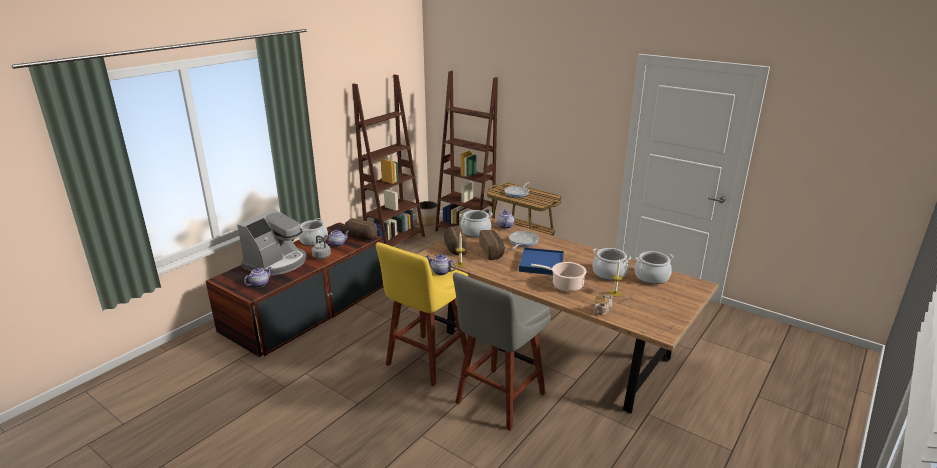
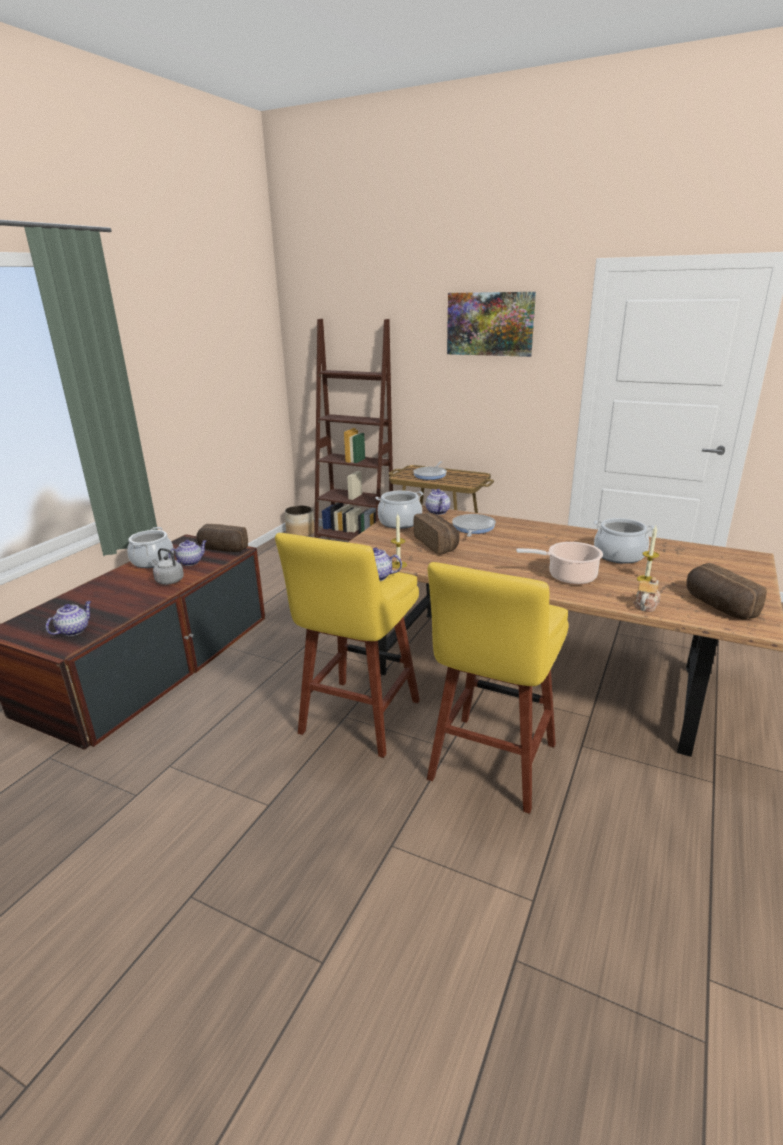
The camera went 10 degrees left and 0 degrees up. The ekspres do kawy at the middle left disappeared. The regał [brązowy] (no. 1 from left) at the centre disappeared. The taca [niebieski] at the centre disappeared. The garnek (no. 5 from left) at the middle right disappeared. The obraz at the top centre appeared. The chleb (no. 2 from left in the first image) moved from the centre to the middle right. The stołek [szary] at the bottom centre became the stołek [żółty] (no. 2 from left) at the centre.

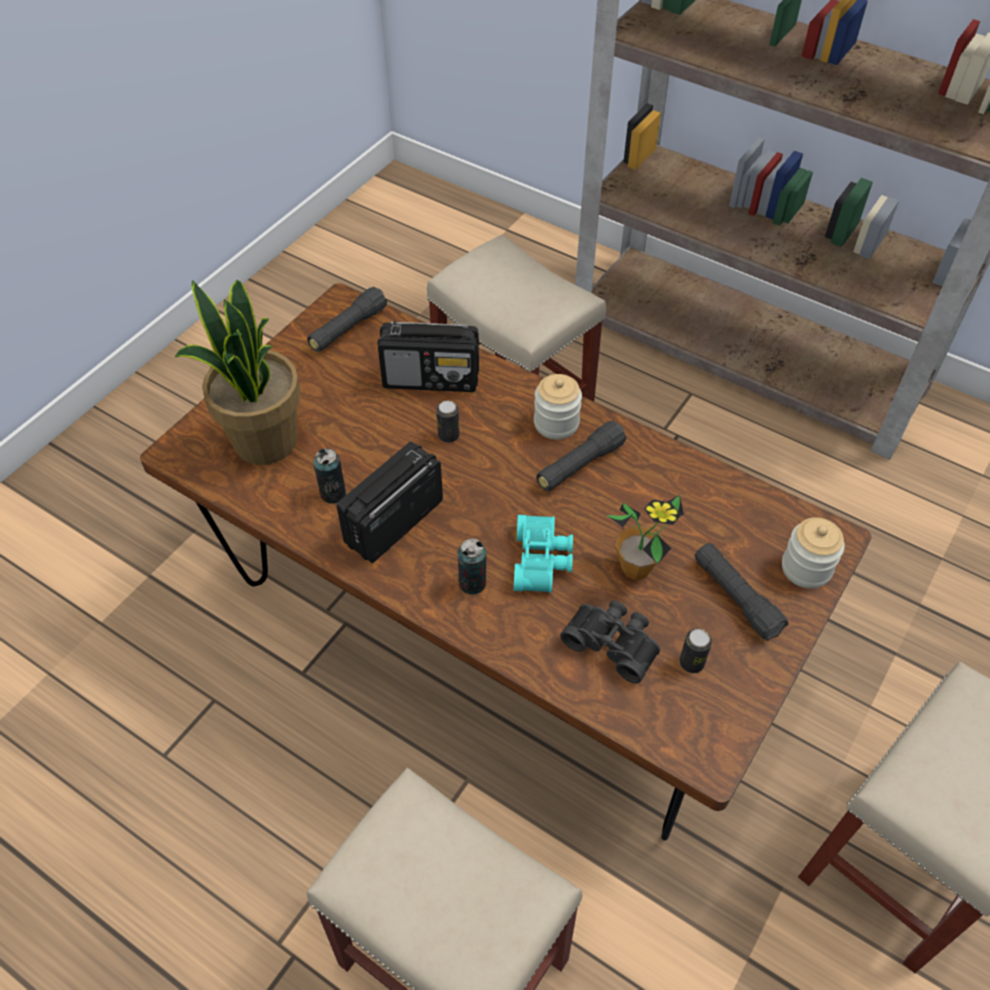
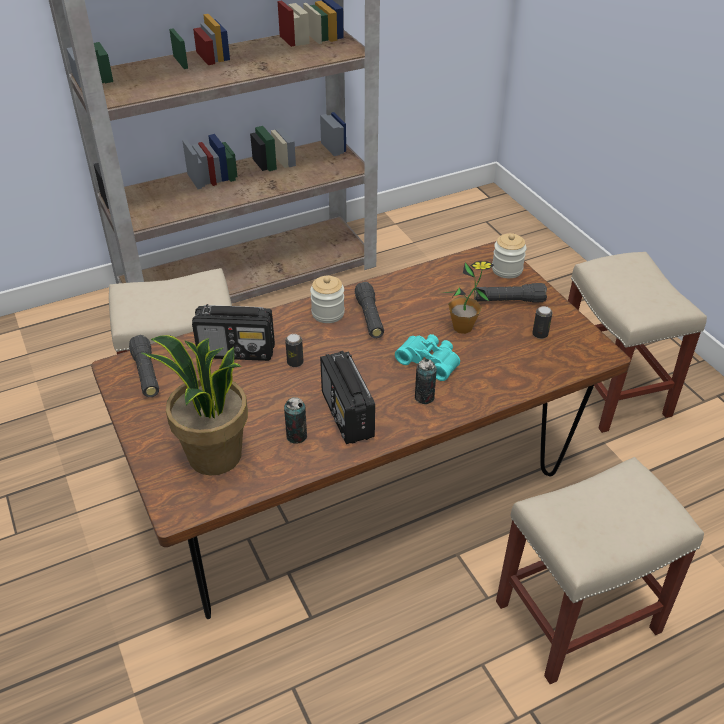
The camera went 60 degrees left and 10 degrees down. The lornetka [czarny] at the centre disappeared. The radio (no. 2 from left in the first image) at the centre turned 60 degrees clockwise.

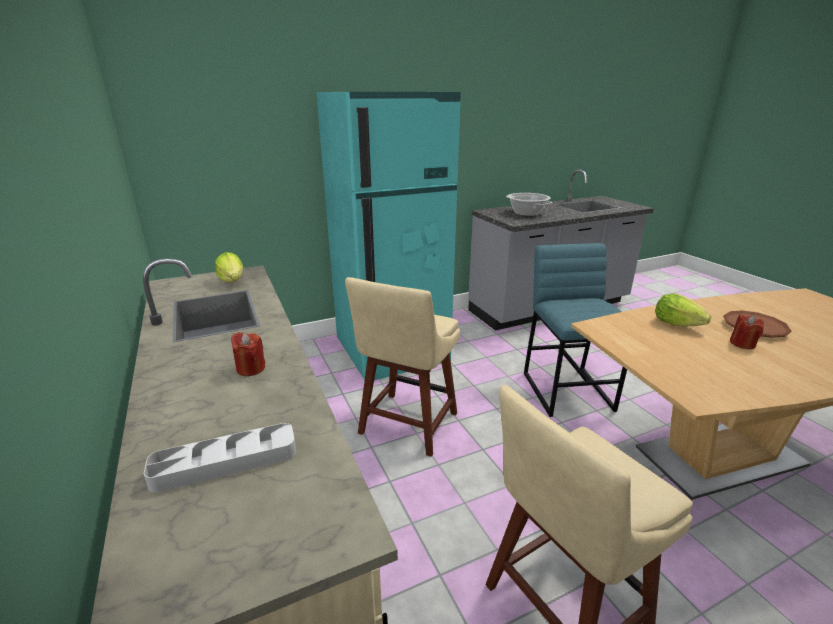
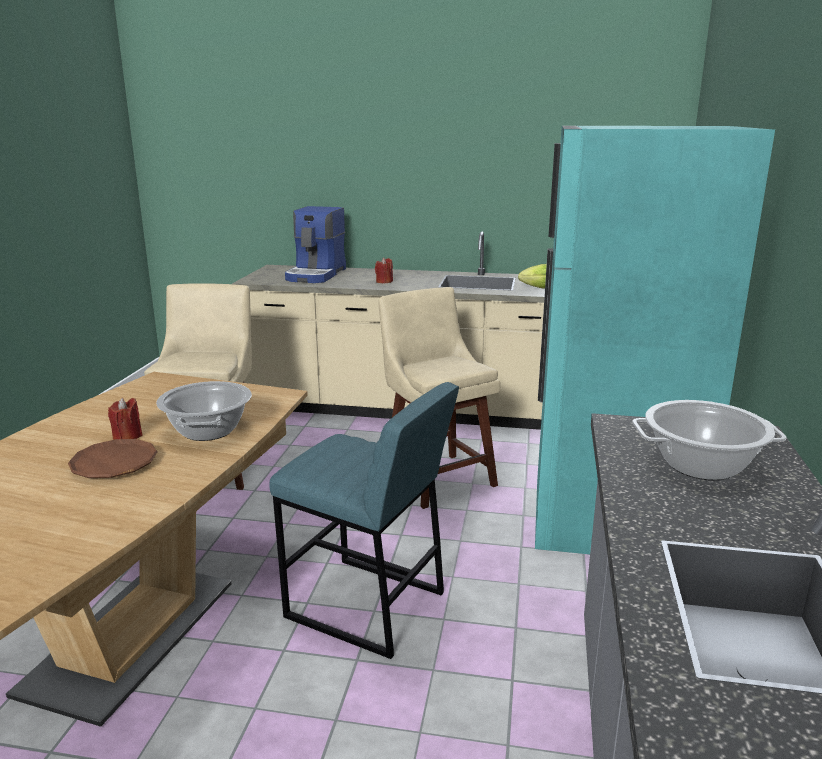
The camera went 125 degrees right and 5 degrees down. The taca [szary] at the bottom left was replaced by the ekspres do kawy at the top centre. The sałata (no. 2 from left) at the middle right was replaced by the garnek (no. 1 from left) at the middle left.

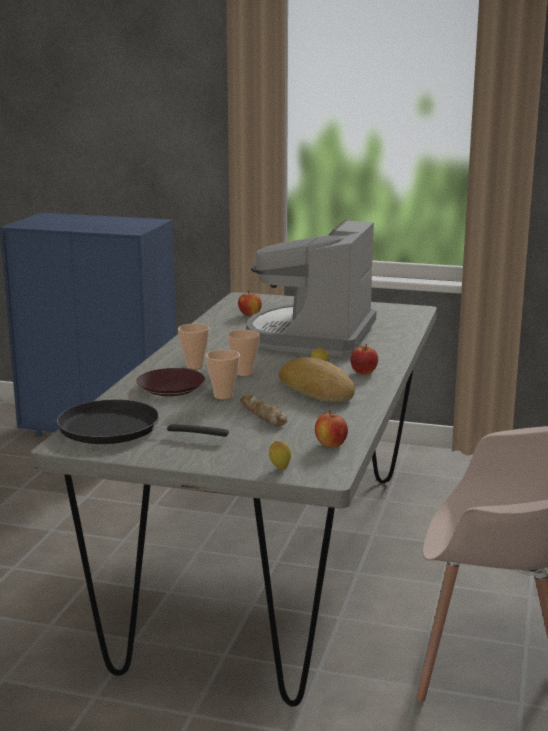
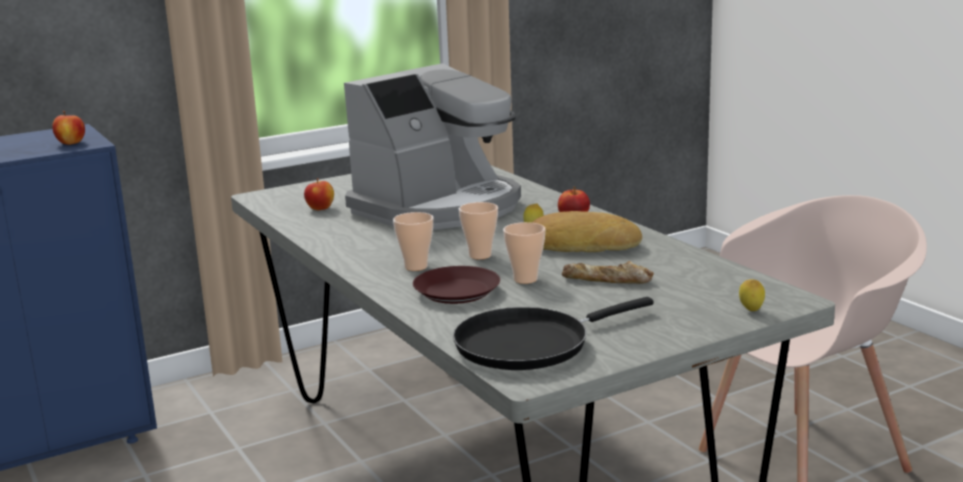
The camera went 45 degrees left and 0 degrees up. The jabłko (no. 2 from left in the first image) moved from the centre to the top left. The ekspres do kawy at the centre turned 105 degrees counterclockwise.

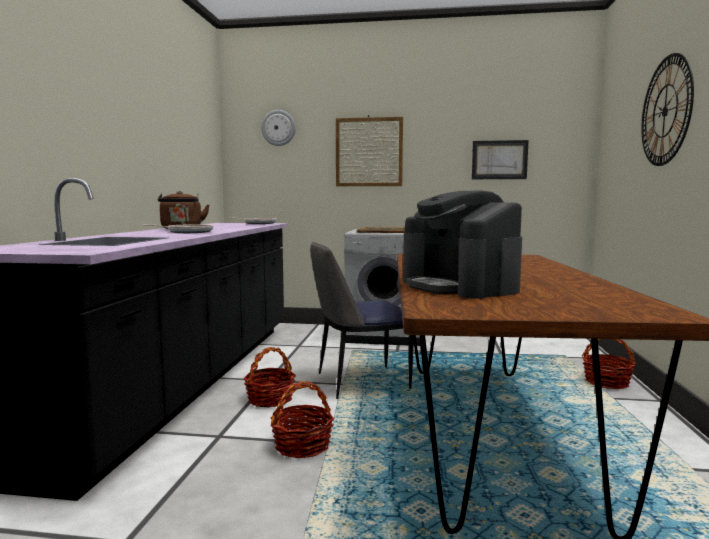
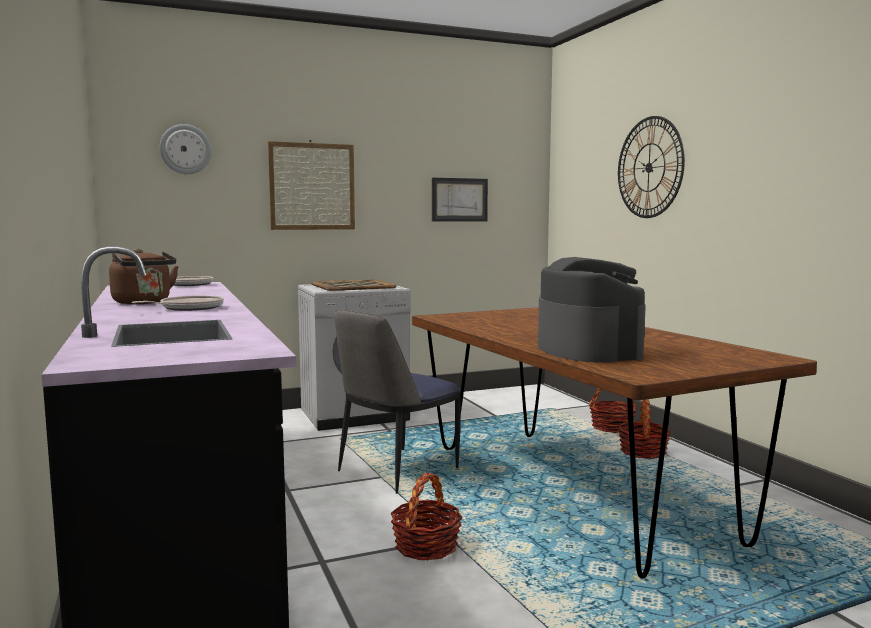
The camera went 30 degrees left and 0 degrees up. The koszyk (no. 1 from left in the first image) moved from the bottom centre to the bottom right. The ekspres do kawy at the centre turned 135 degrees counterclockwise.

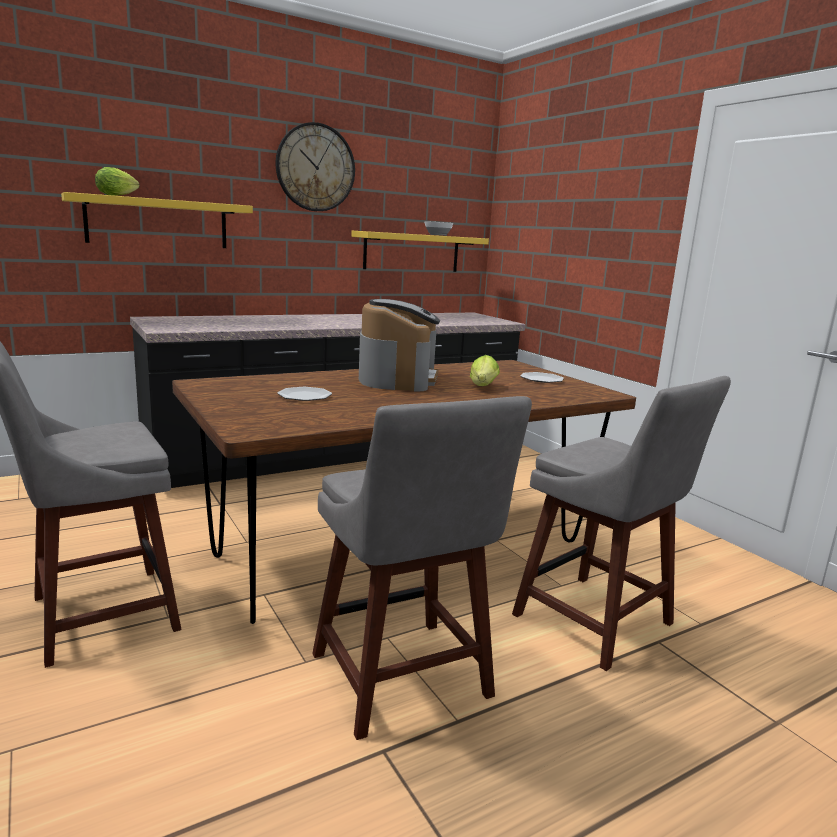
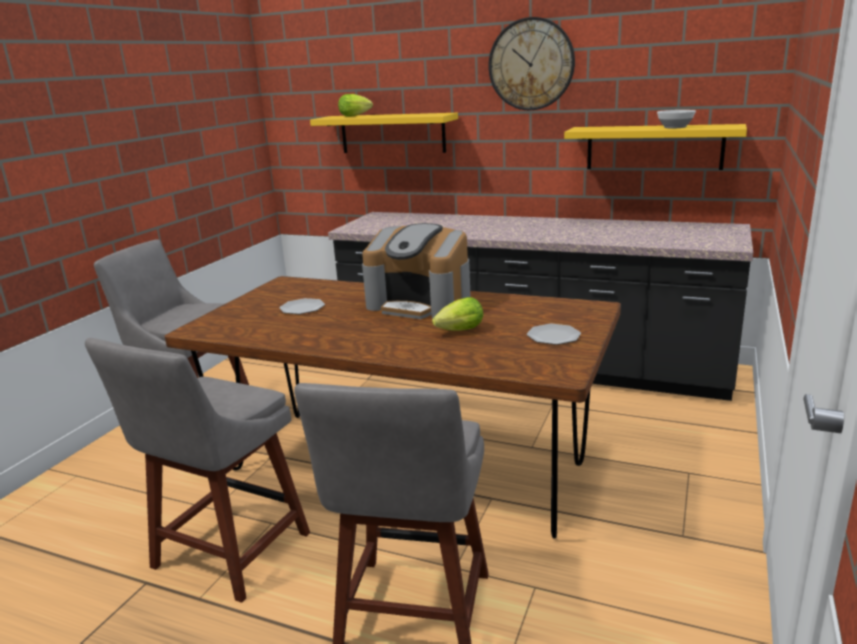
The camera went 55 degrees right and 5 degrees up. The ekspres do kawy at the centre turned 60 degrees clockwise.

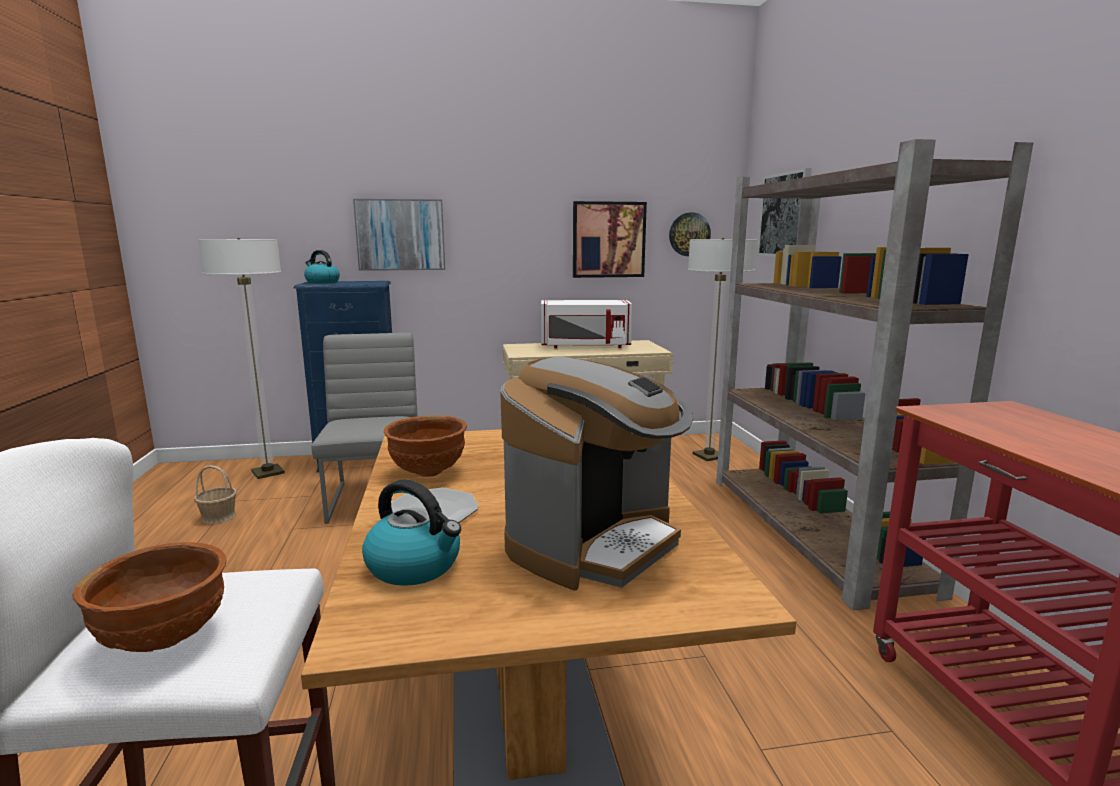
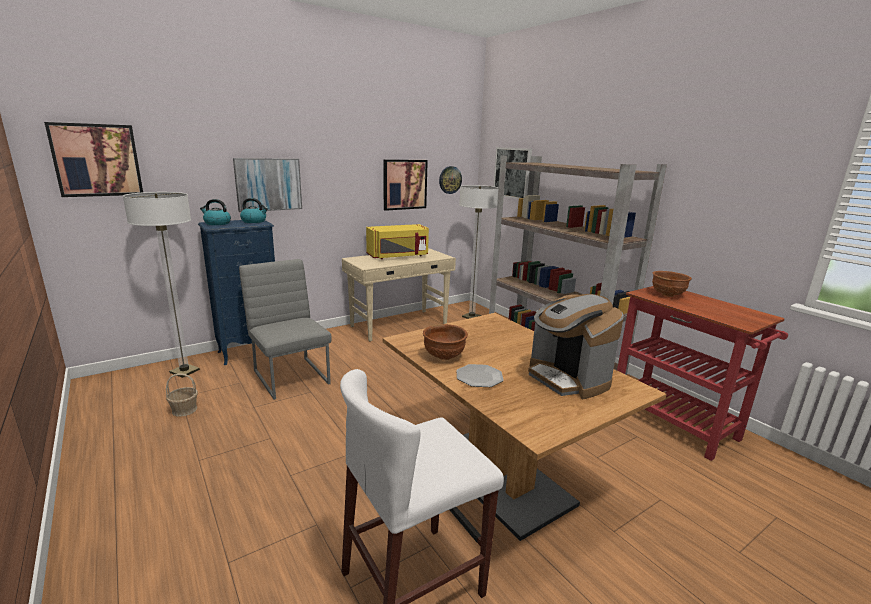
The camera went 25 degrees left and 5 degrees up. The obraz (no. 1 from left) at the top left appeared. The miska [brązowy] (no. 1 from left in the first image) moved from the bottom left to the middle right. The czajnik (no. 2 from left) moved from the bottom centre to the middle left. The mikrofalówka [biały] at the centre became the mikrofalówka [żółty] at the centre. The ekspres do kawy at the centre turned 135 degrees clockwise.

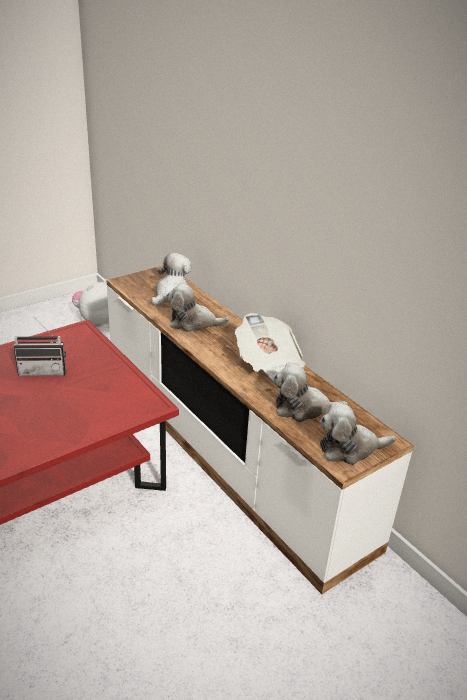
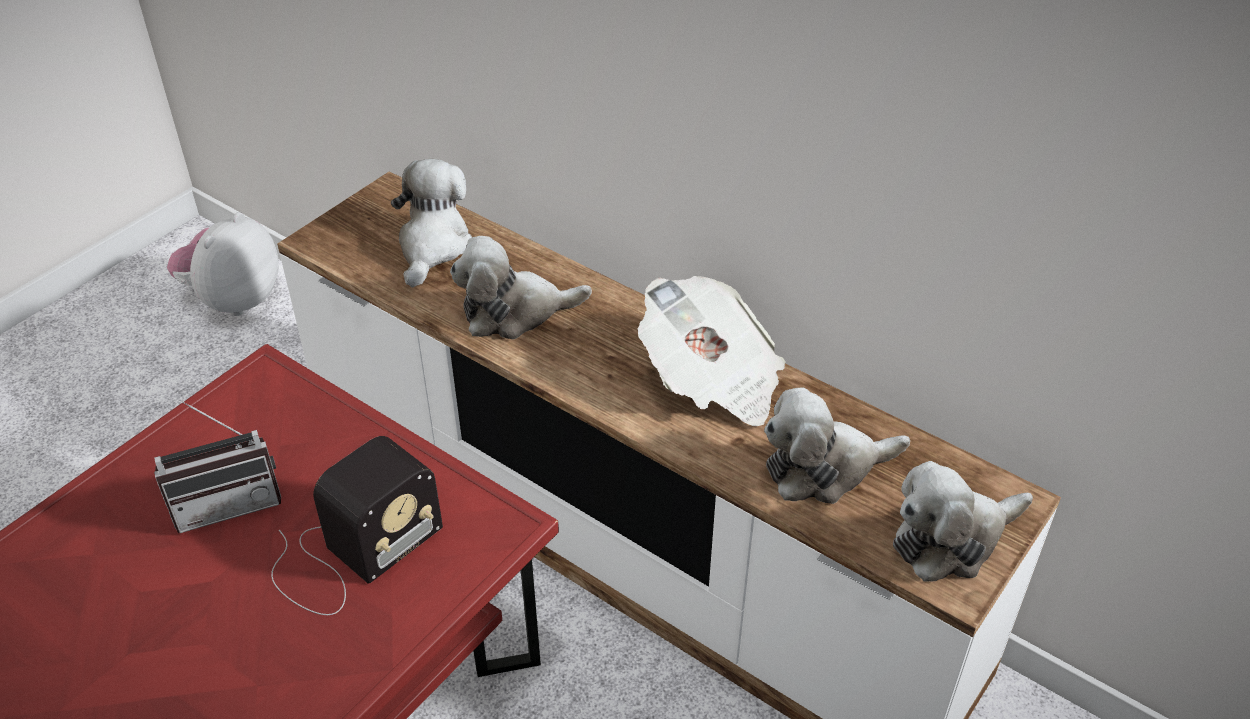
The camera went 15 degrees left and 10 degrees up. The radio (no. 2 from left) at the bottom left appeared.

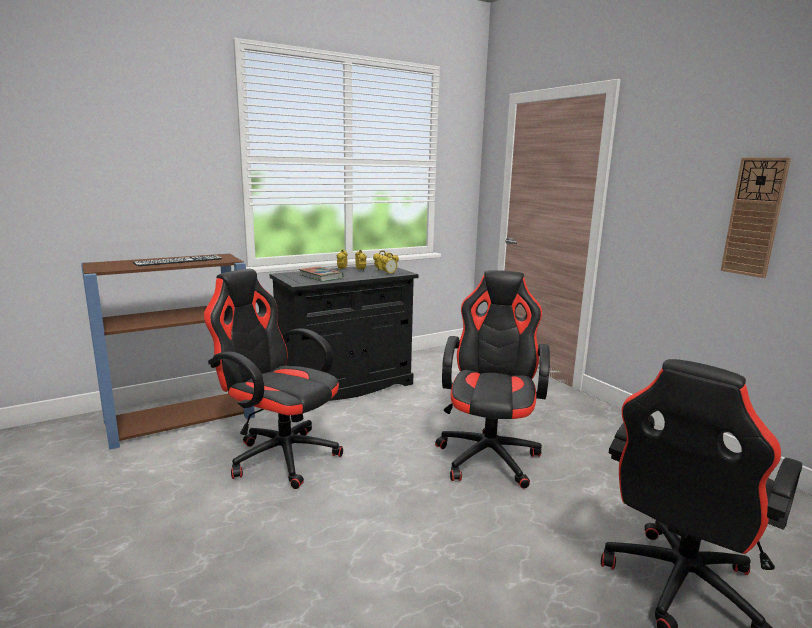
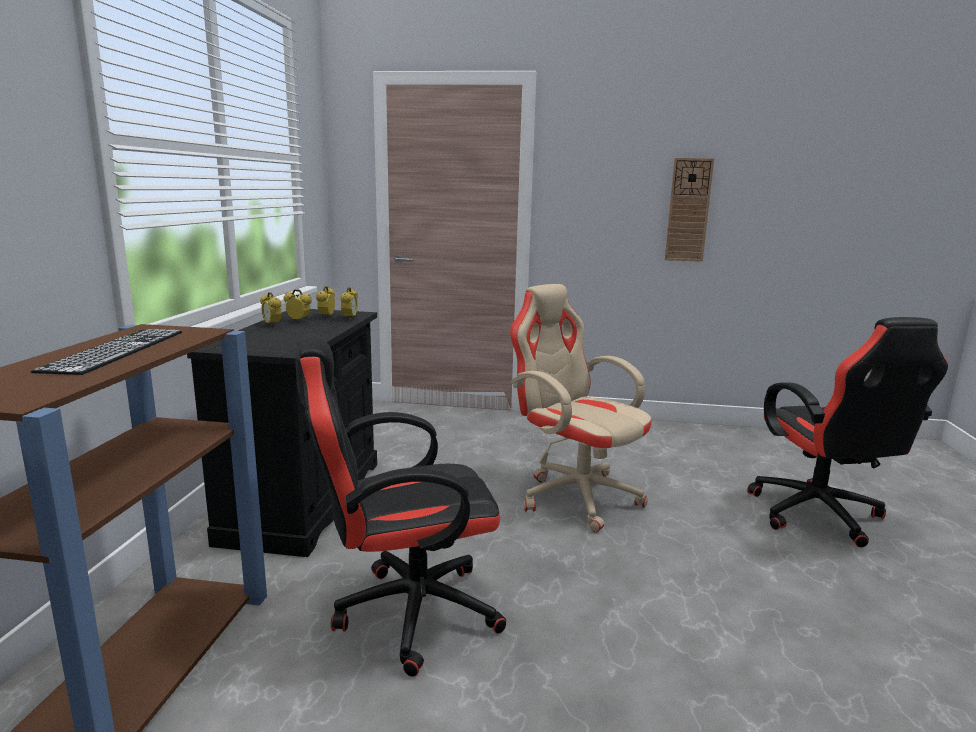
The camera went 50 degrees left and 0 degrees up. The książka at the centre disappeared. The krzesło biurowe [czarny] (no. 2 from left) at the centre became the krzesło biurowe [beżowy] at the centre.

